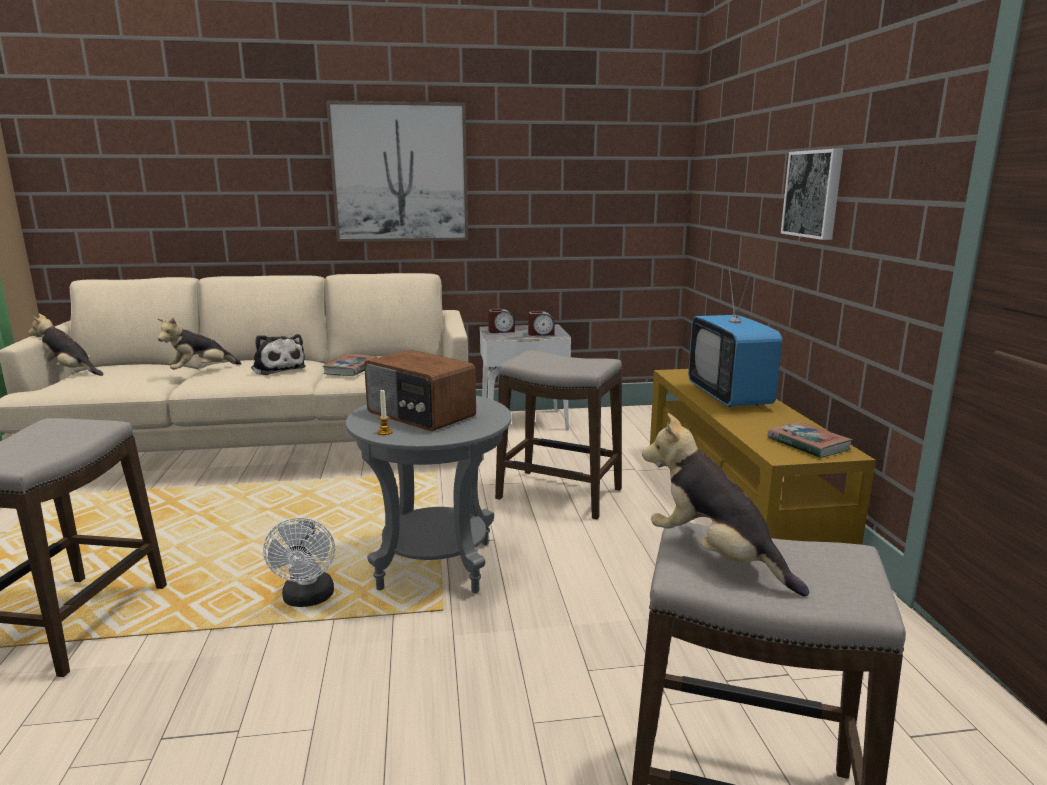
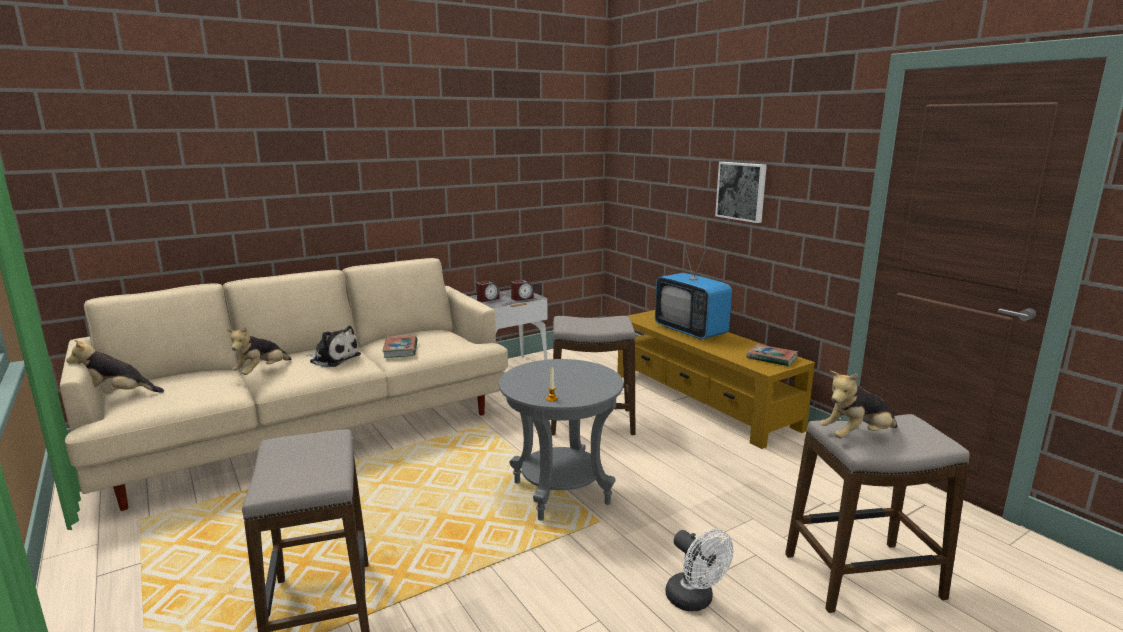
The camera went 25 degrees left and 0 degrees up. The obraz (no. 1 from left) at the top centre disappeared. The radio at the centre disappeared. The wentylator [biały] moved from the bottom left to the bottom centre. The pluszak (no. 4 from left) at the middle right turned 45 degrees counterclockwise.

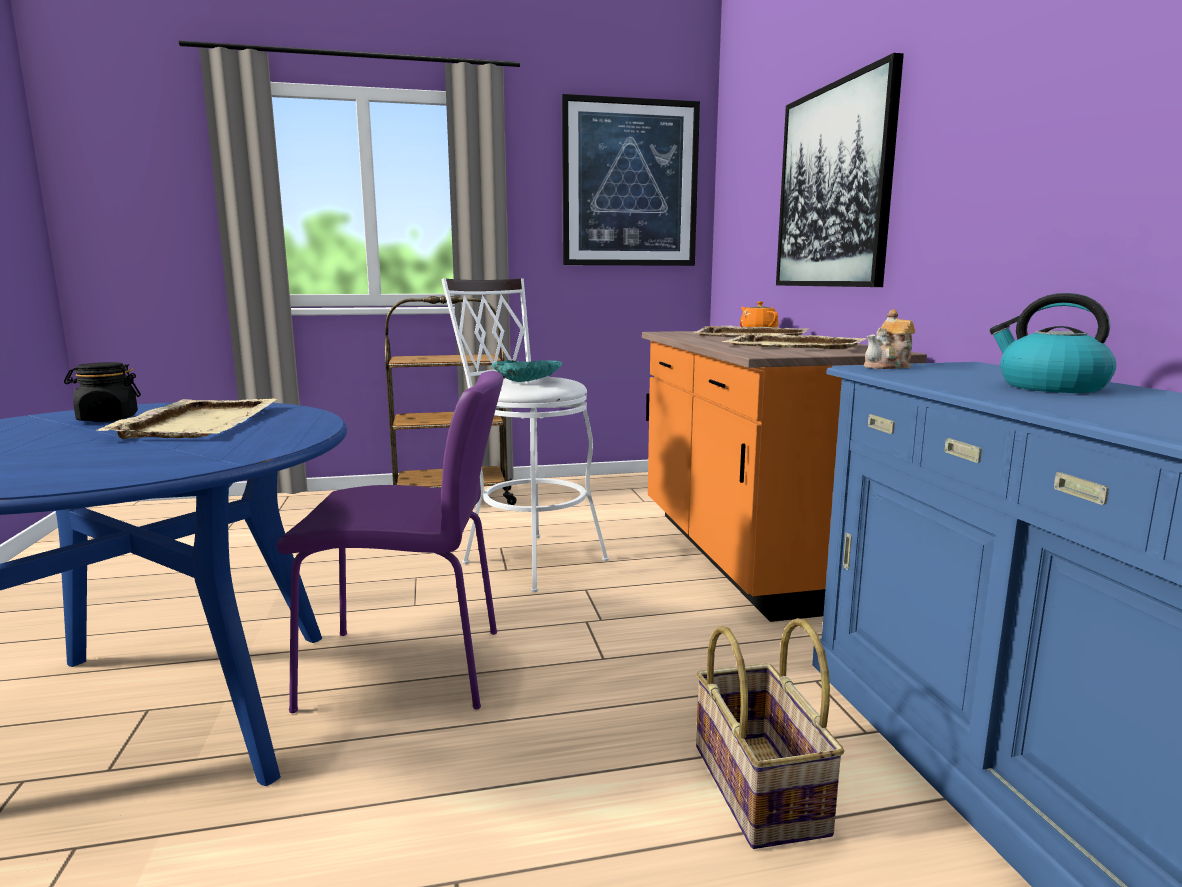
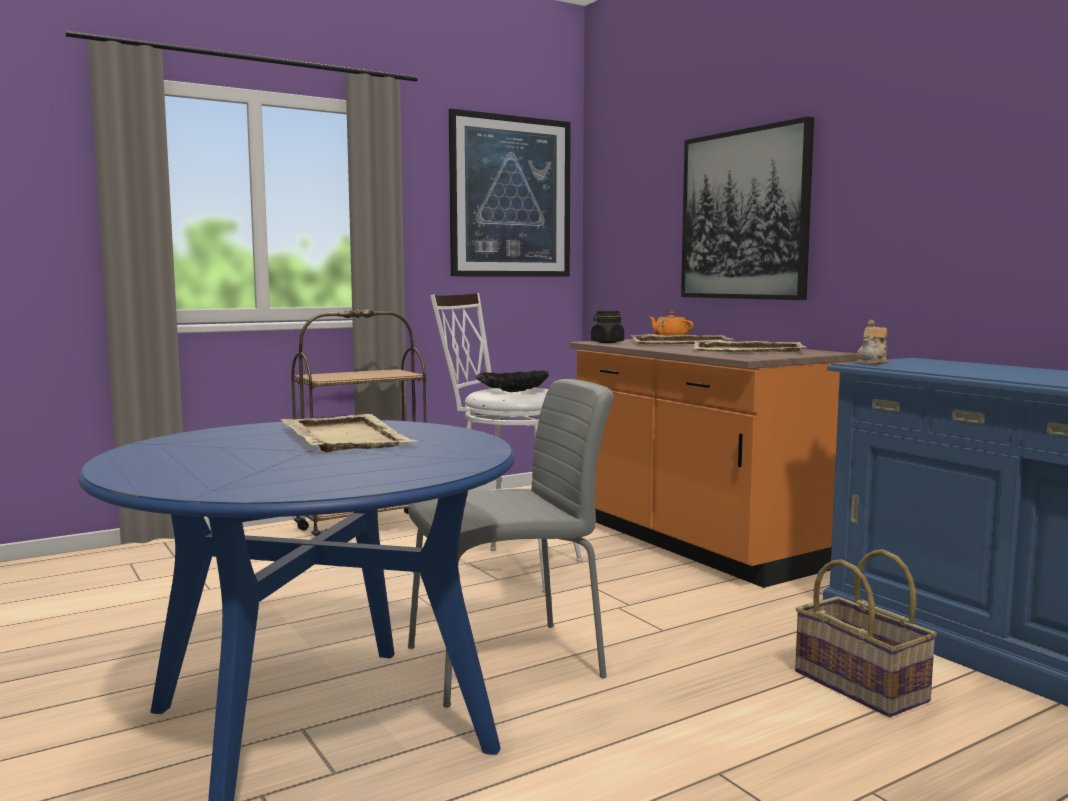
The camera went 20 degrees left and 5 degrees down. The czajnik at the middle right disappeared. The słoik [czarny] moved from the middle left to the centre. The krzesło [fioletowy] at the middle left became the krzesło [szary] at the bottom centre. The miska [turkusowy] at the centre became the miska [czarny] at the centre.

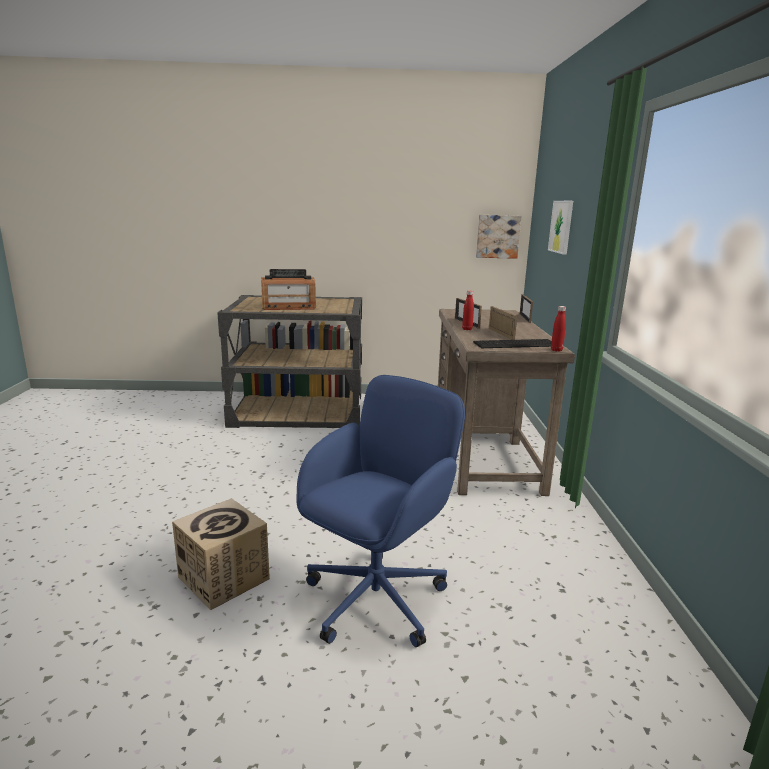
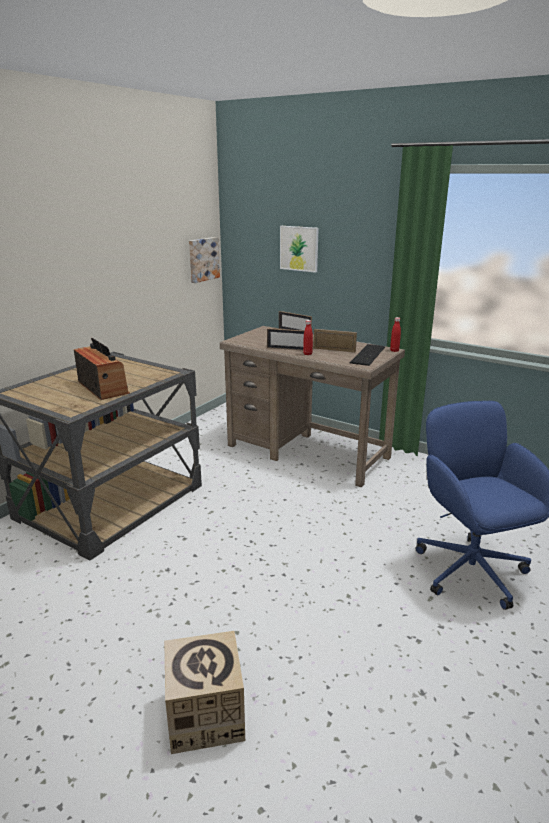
The camera went 55 degrees left and 5 degrees up. The karton moved from the bottom left to the bottom centre. The radio at the centre turned 60 degrees counterclockwise.

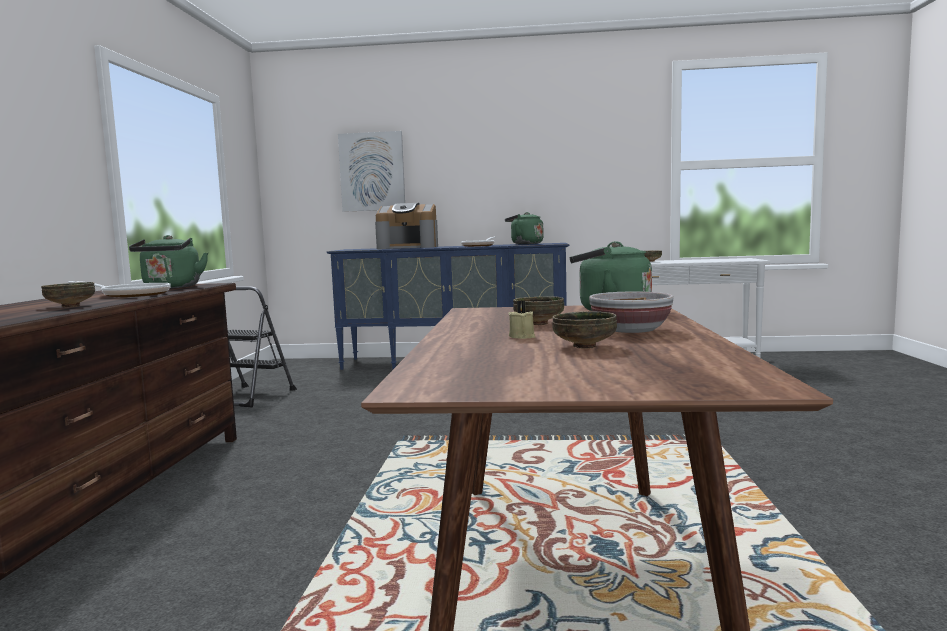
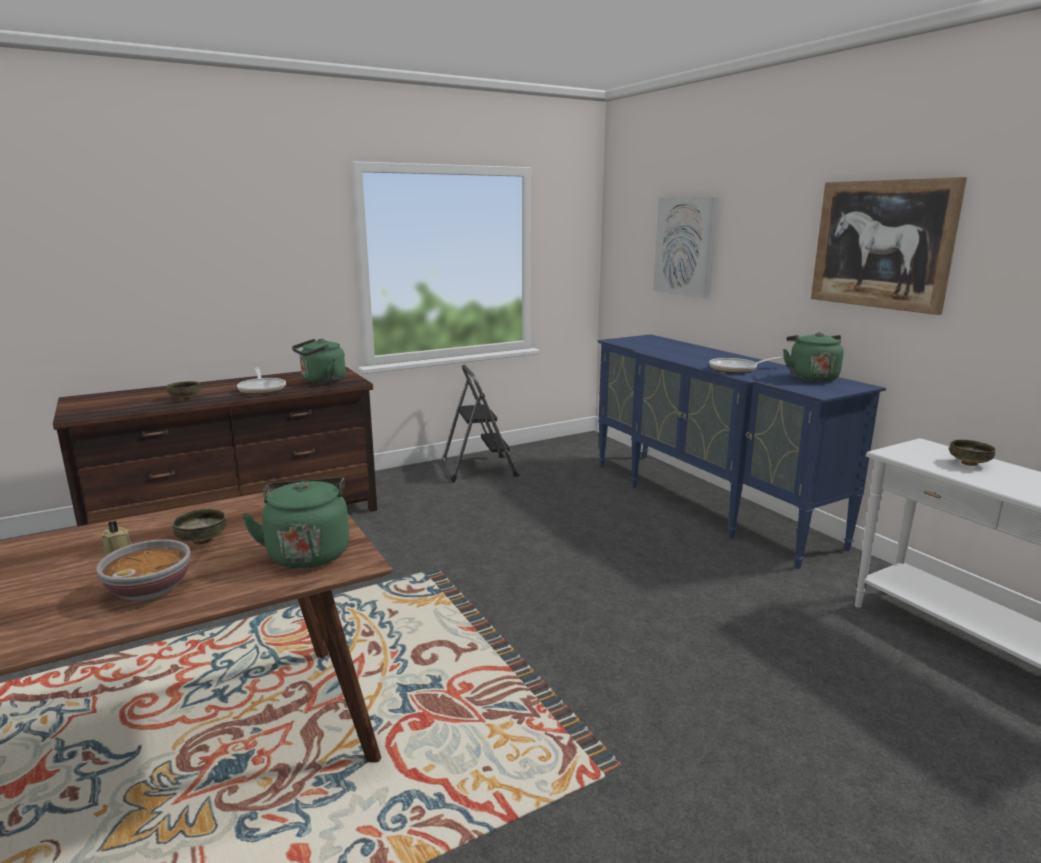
The camera went 55 degrees right and 10 degrees up. The ekspres do kawy at the centre disappeared. The miska (no. 3 from left) at the centre disappeared. The obraz (no. 2 from left) at the top right appeared.

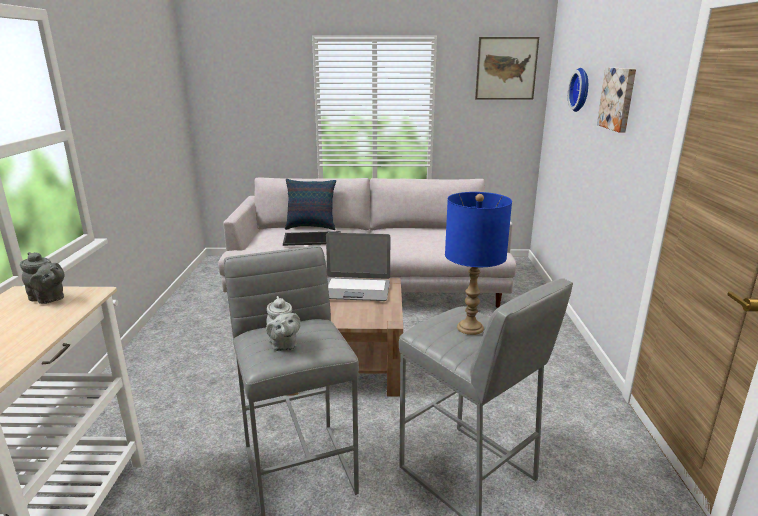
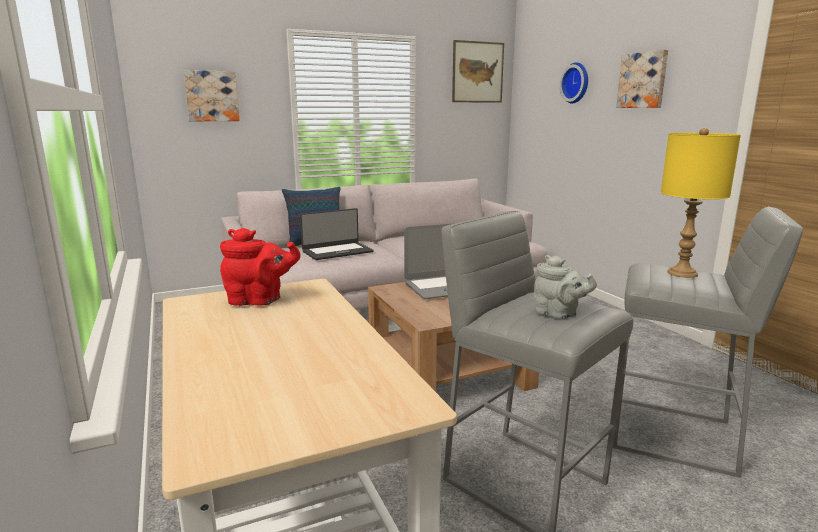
The camera went 25 degrees left and 5 degrees down. The obraz (no. 1 from left) at the top left appeared. The taca at the centre was replaced by the laptop (no. 1 from left) at the centre. The imbryk [szary] (no. 1 from left) at the middle left became the imbryk [czerwony] at the middle left. The lampa stołowa [niebieski] at the centre became the lampa stołowa [żółty] at the middle right.

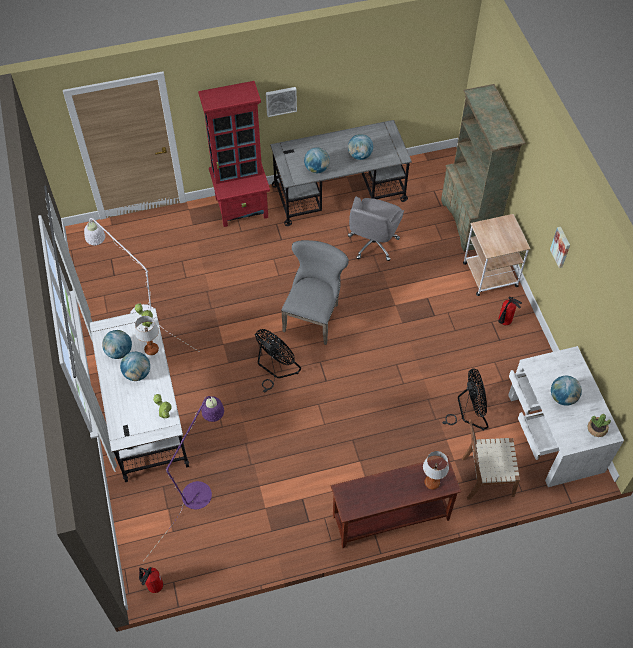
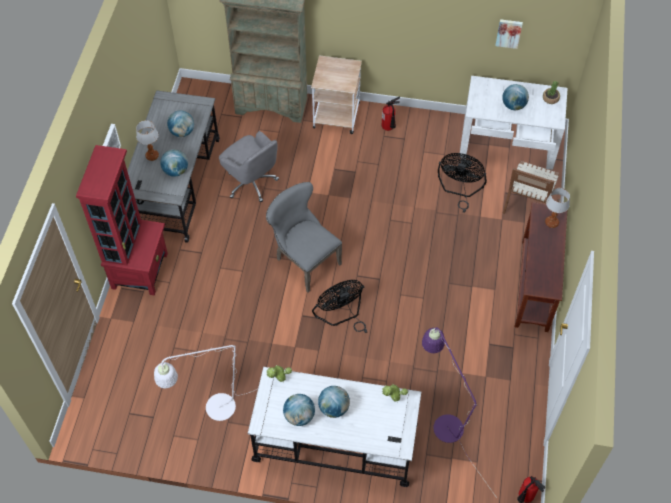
The camera went 65 degrees left and 0 degrees up. The lampa stołowa (no. 1 from left) moved from the middle left to the top left. The obraz (no. 2 from left) moved from the middle right to the top right.

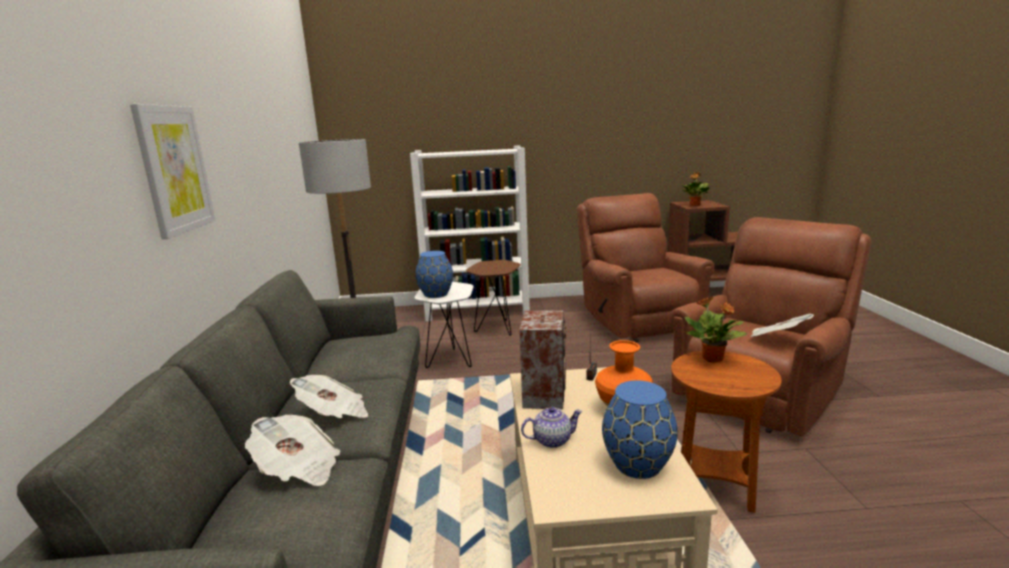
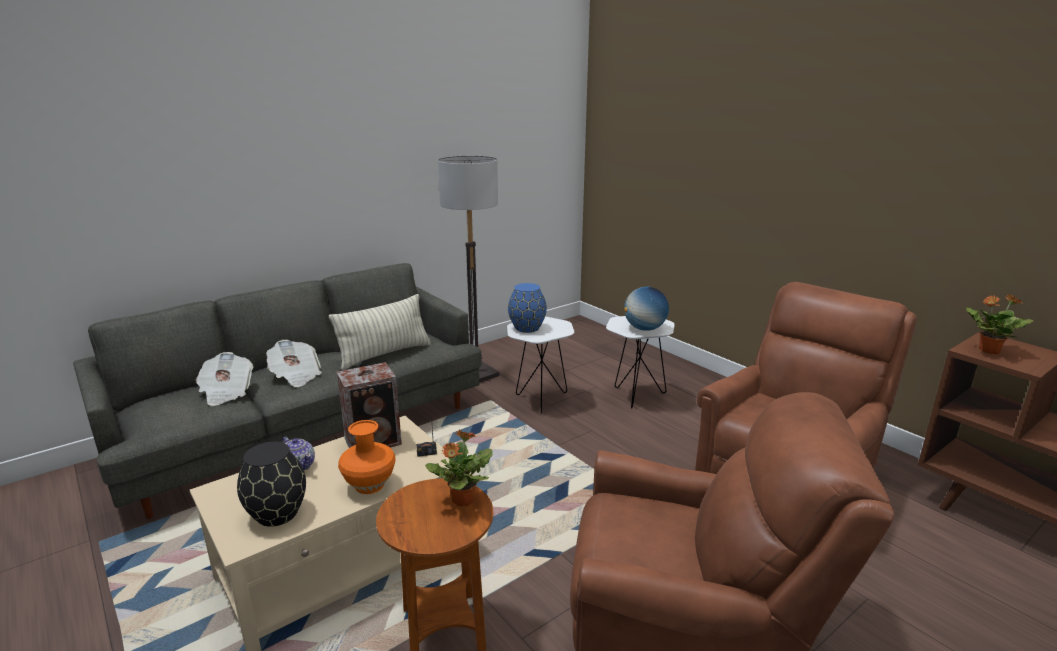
The camera went 55 degrees right and 5 degrees up. The obraz at the top left disappeared. The regał [biały] at the centre disappeared. The gazeta (no. 3 from left) at the middle right disappeared. The poduszka at the centre appeared. The globus at the centre appeared. The stolik [brązowy] (no. 1 from left) at the centre became the stolik [biały] (no. 2 from left) at the centre. The wazon [niebieski] (no. 2 from left) at the bottom centre became the wazon [czarny] at the bottom left.

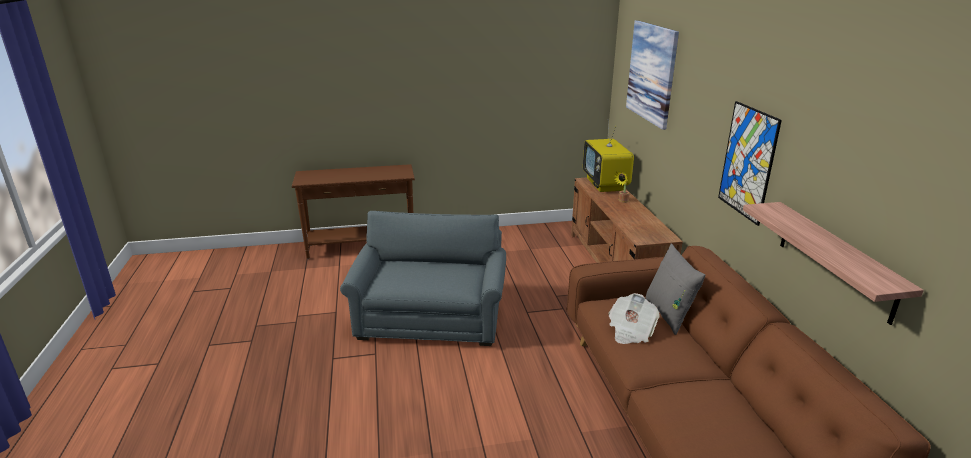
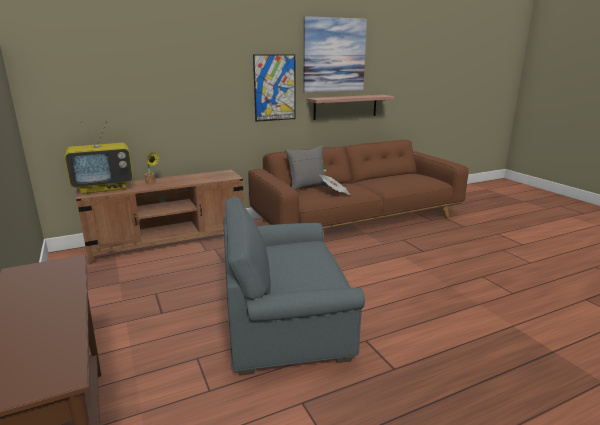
The camera went 105 degrees left and 5 degrees down. The obraz (no. 1 from left in the first image) moved from the top right to the top centre.

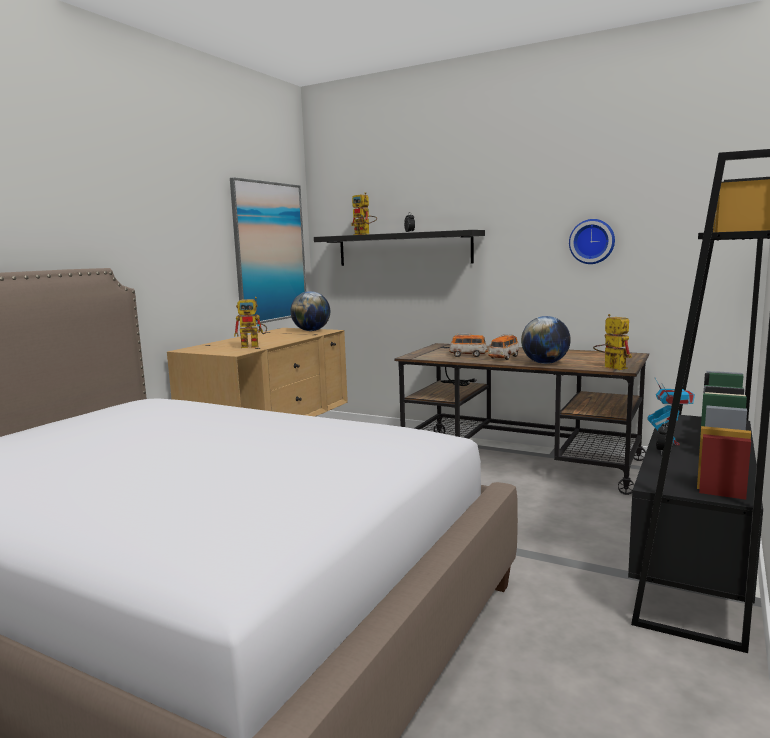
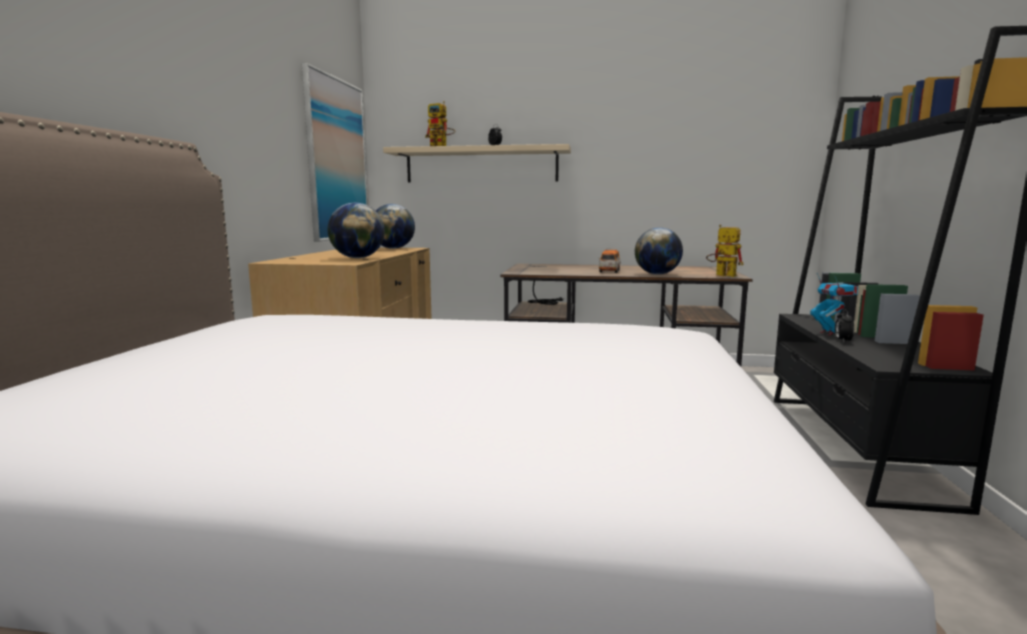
The camera went 20 degrees left and 0 degrees up. The samochodzik (no. 1 from left) at the centre disappeared. The zegar ścienny at the top right disappeared. The robot zabawkowy (no. 1 from left) at the middle left was replaced by the globus (no. 1 from left) at the centre. The półka [czarny] at the centre became the półka [beżowy] at the top centre.

